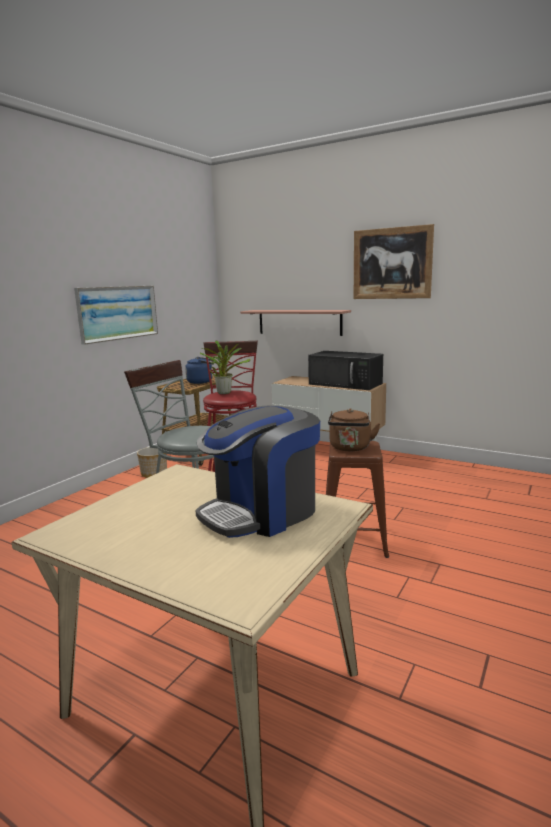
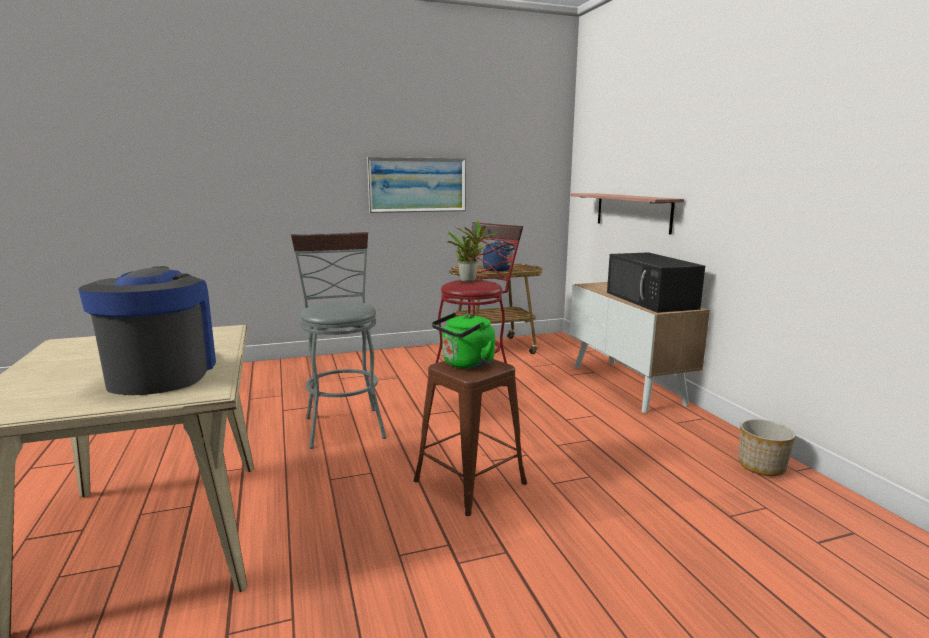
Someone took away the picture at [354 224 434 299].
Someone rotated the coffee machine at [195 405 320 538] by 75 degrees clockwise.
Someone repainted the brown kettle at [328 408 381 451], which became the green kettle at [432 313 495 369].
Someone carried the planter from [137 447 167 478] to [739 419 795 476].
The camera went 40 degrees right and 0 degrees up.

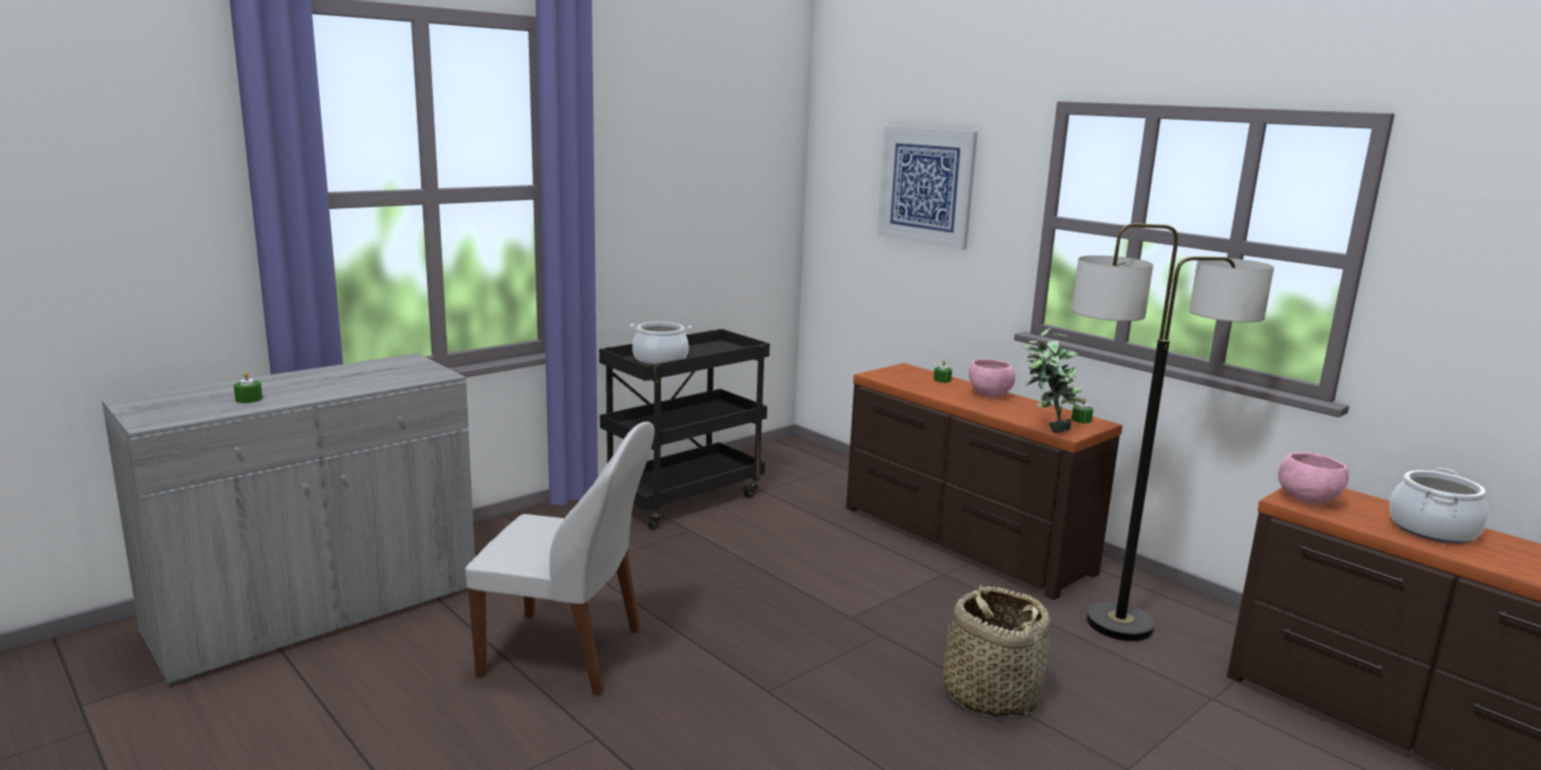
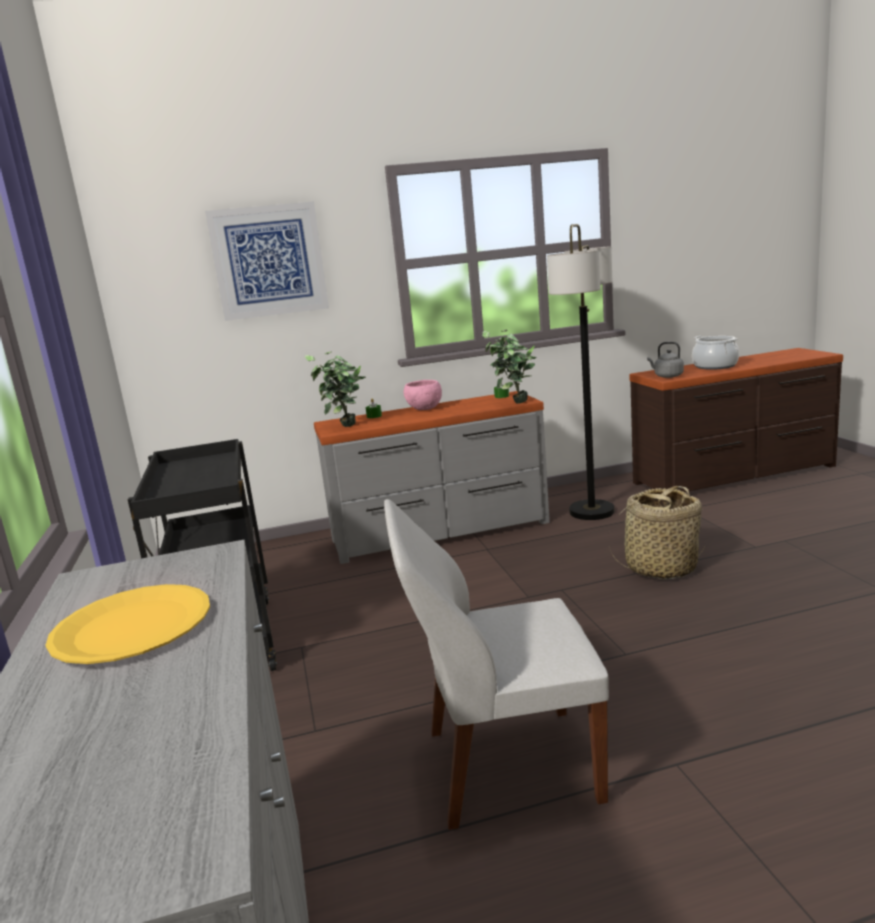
Someone took away the cooking pot at [630 322 692 365].
Someone repainted the brown dresser at [846 363 1122 600], which became the grey dresser at [314 391 550 564].
Someone took away the green candle at [234 372 263 403].
Someone rotated the white chair at [465 422 655 695] by 135 degrees counterclockwise.
Someone swapped the pink bowl at [1278 452 1349 504] for the grey kettle at [647 342 684 378].
Someone put down the potted plant at [305 351 366 427].
Someone put down the yellow plate at [45 584 210 664].
The camera went 60 degrees left and 0 degrees up.

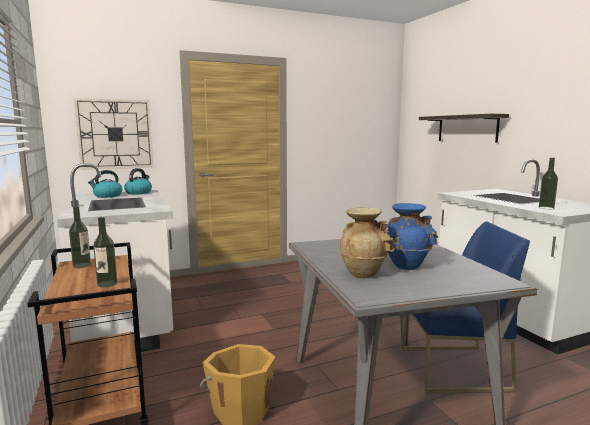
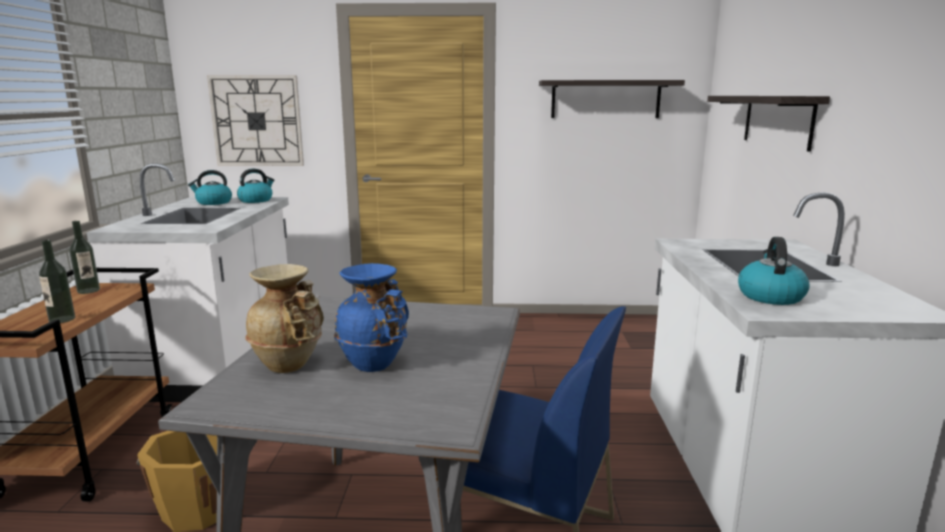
Someone swapped the bottle at [539 158 558 209] for the kettle at [738 237 810 305].
Someone put up the shelf at [539 80 685 118].
The camera went 25 degrees right and 5 degrees up.

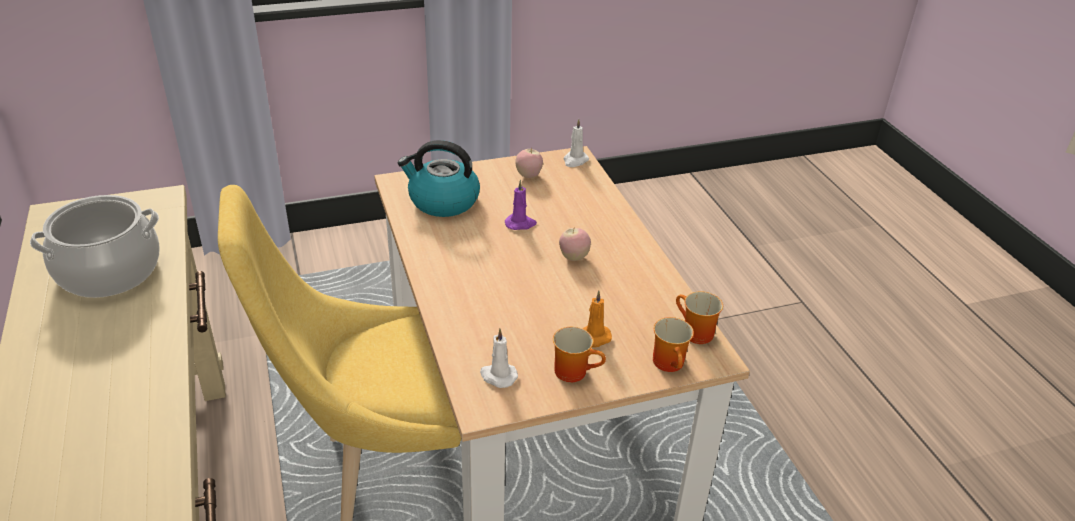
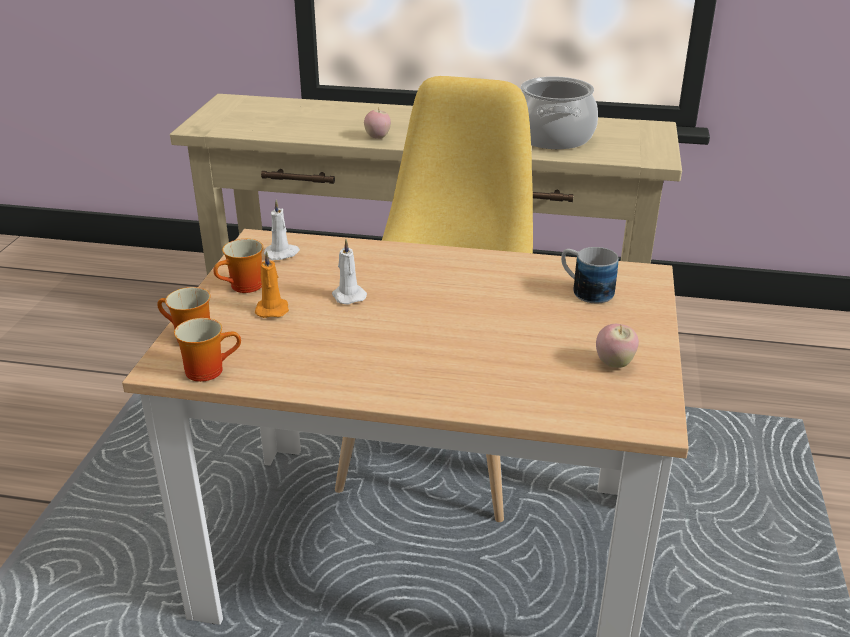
Someone carried the white candle from [564 119 589 167] to [332 239 367 304].
Someone swapped the kettle at [398 140 480 217] for the mug at [561 247 618 303].
Someone took away the purple candle at [505 180 537 230].
Someone carried the apple from [559 228 591 261] to [364 107 391 139].
The camera went 120 degrees right and 5 degrees down.

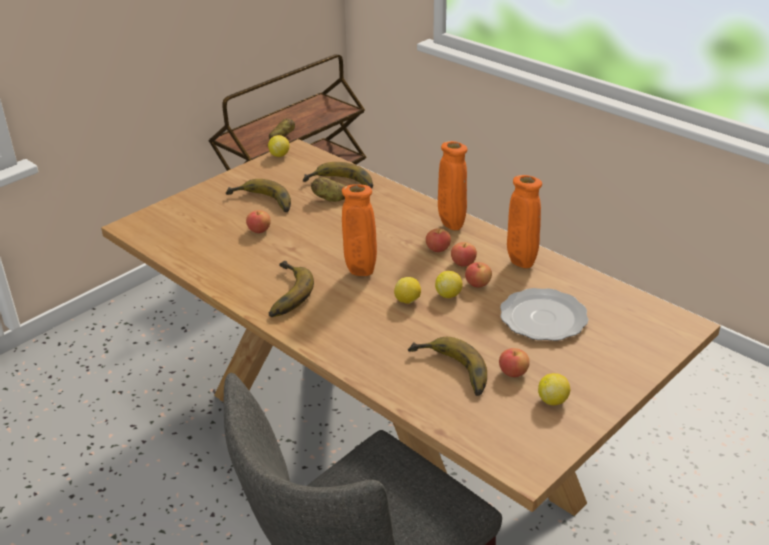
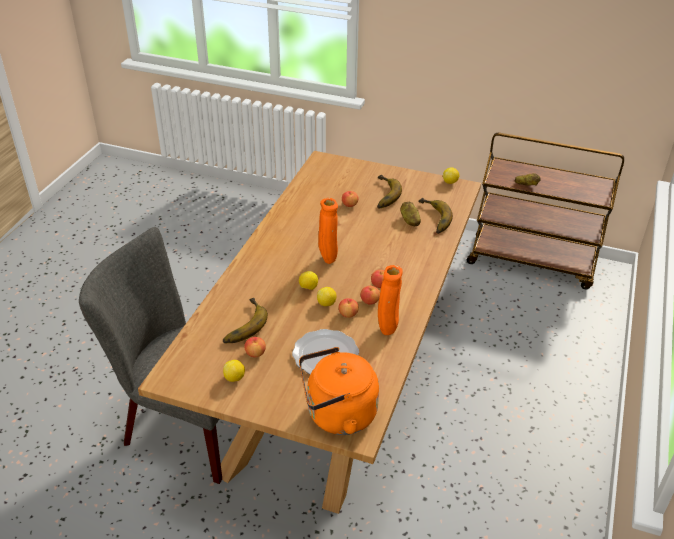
Someone took away the orange vase at [438 141 467 230].
Someone took away the banana at [269 261 314 317].
Someone put down the orange kettle at [299 347 379 435].
The camera went 65 degrees right and 5 degrees up.

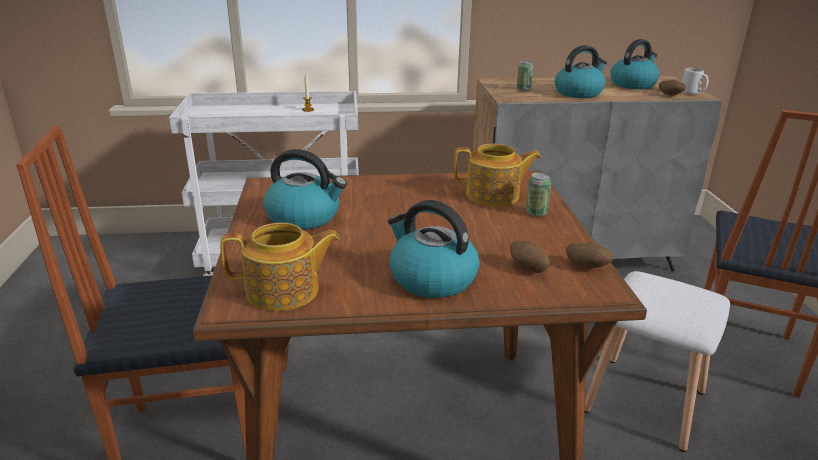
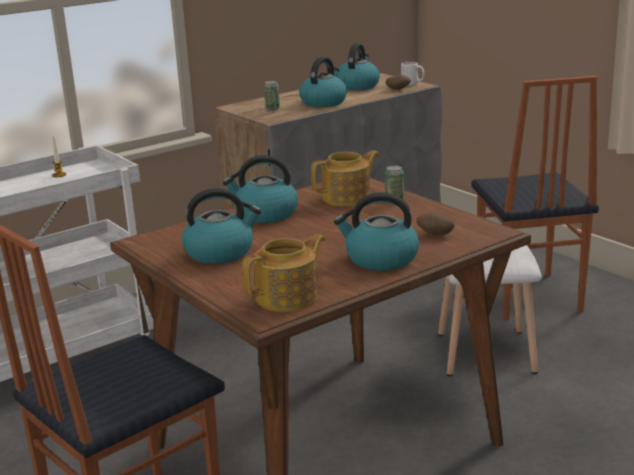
Someone took away the potato at [566 243 614 268].
Someone put down the kettle at [223 155 298 223].
The camera went 30 degrees left and 5 degrees down.

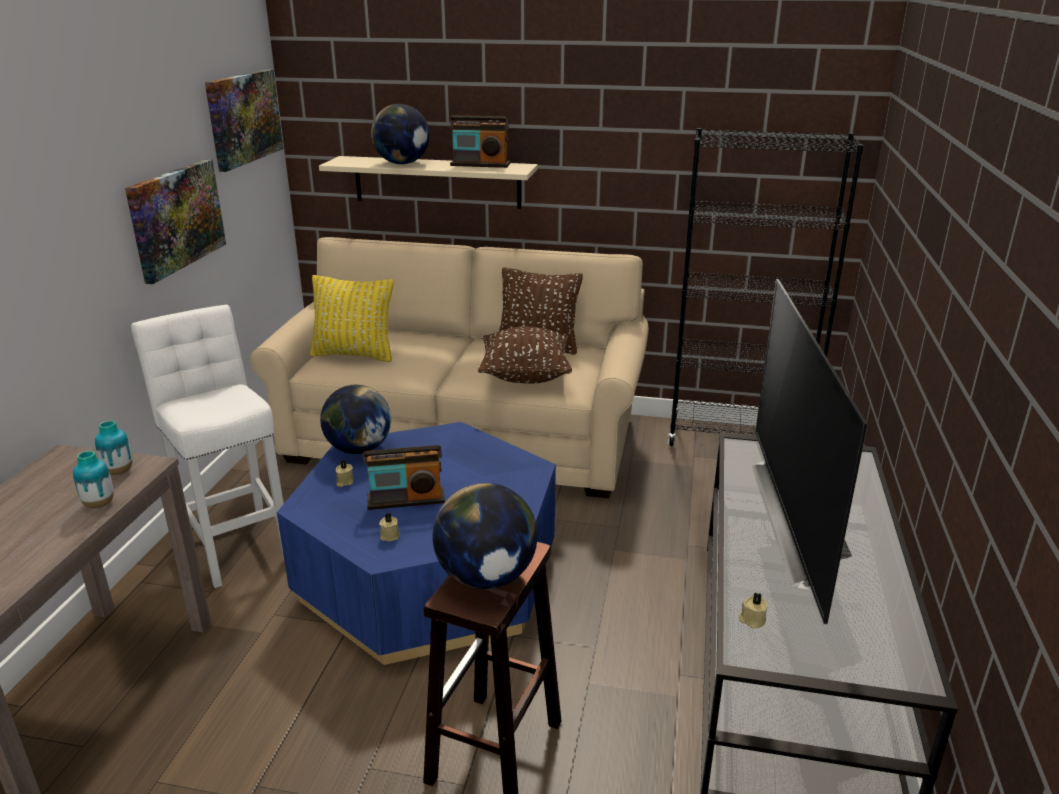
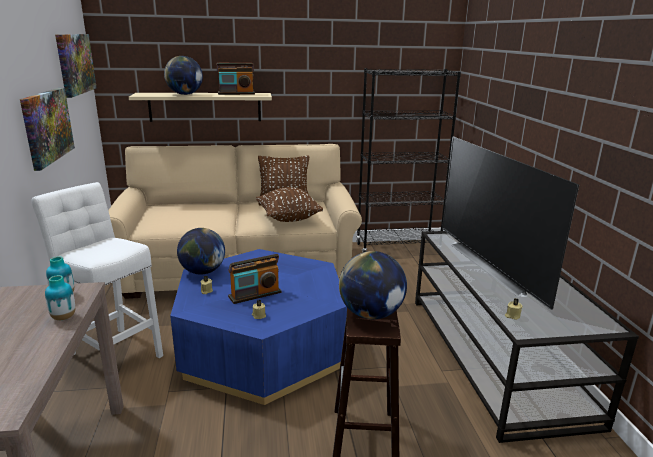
Someone took away the yellow pillow at [310 275 393 362].
The camera went 20 degrees left and 5 degrees down.

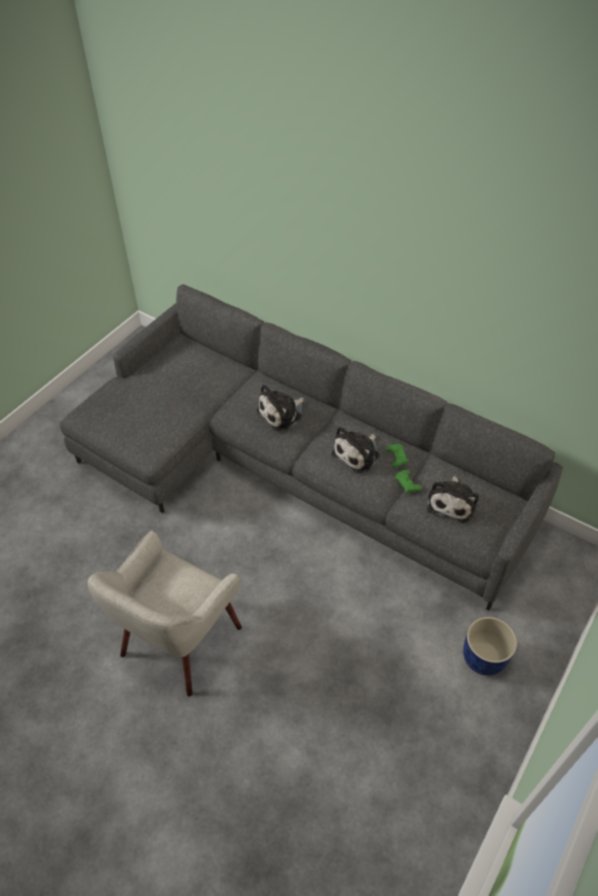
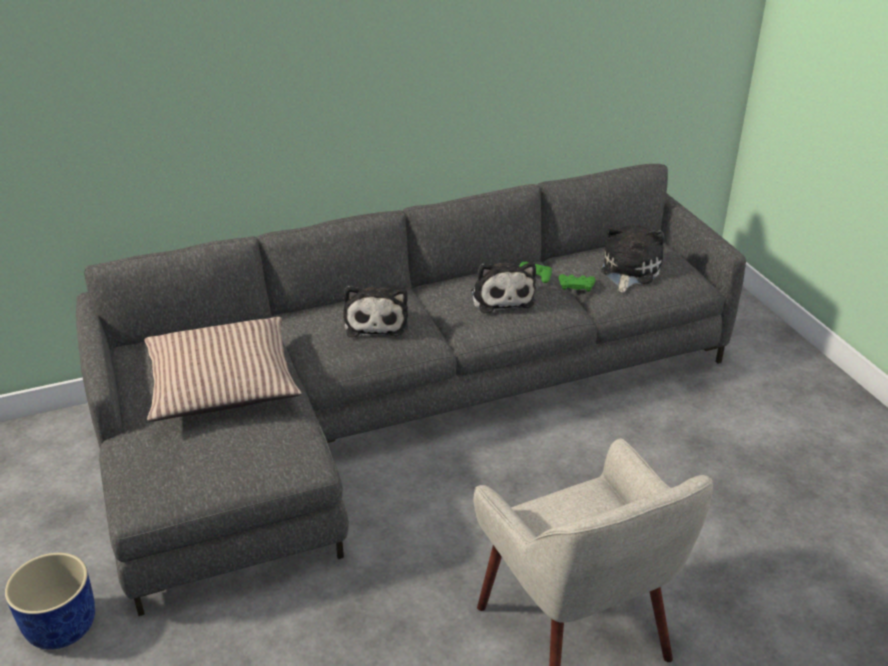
Someone rotated the plush toy at [427 476 479 523] by 120 degrees counterclockwise.
Someone carried the blue planter from [463 617 517 676] to [5 552 95 650].
Someone put down the pillow at [144 317 302 422].
The camera went 55 degrees left and 15 degrees down.

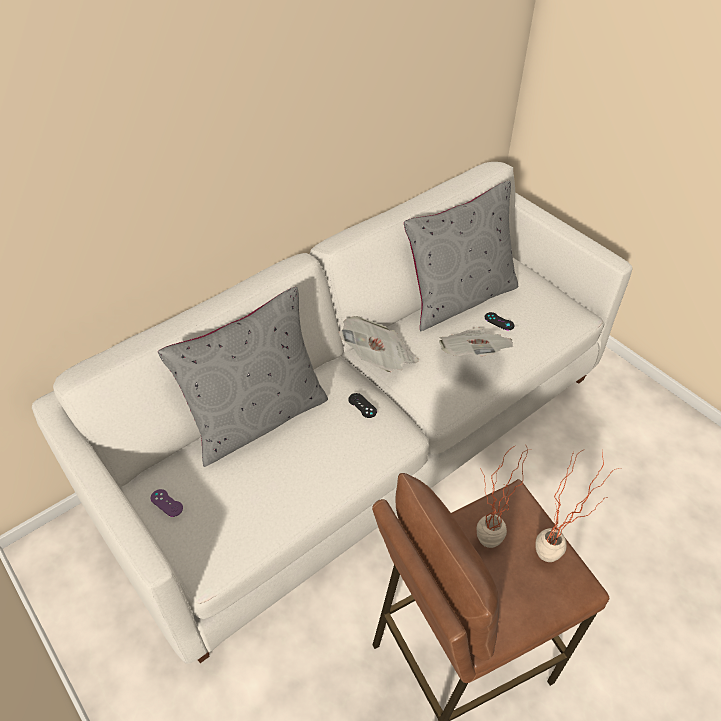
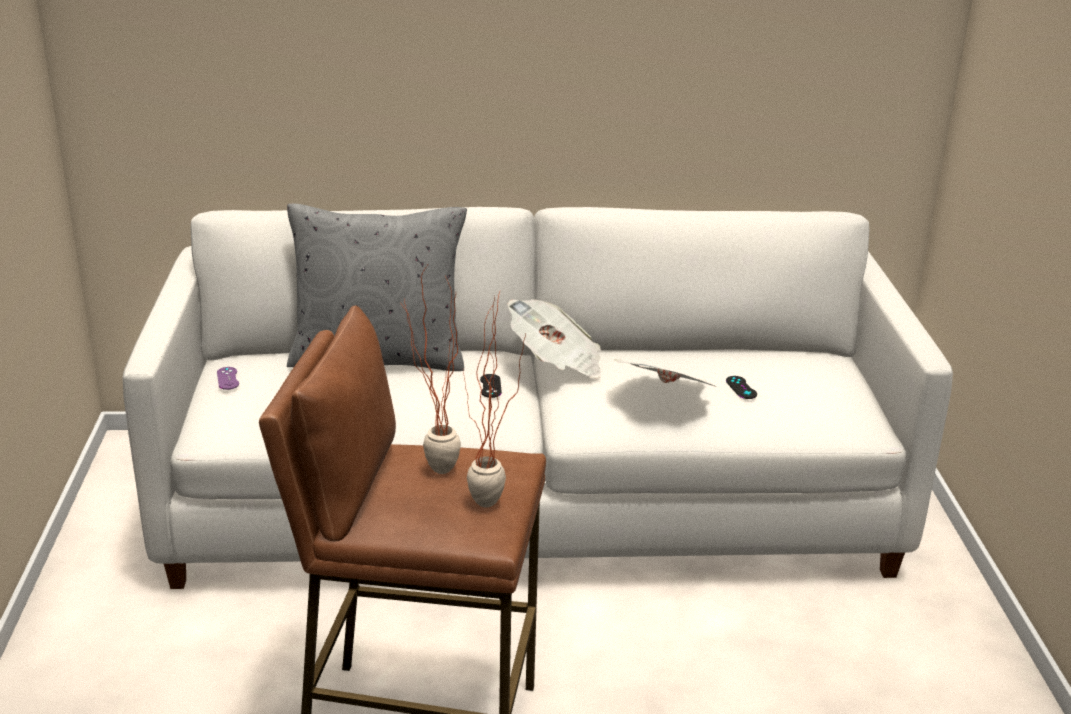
Someone took away the grey pillow at [404 181 518 331].
The camera went 35 degrees right and 20 degrees down.

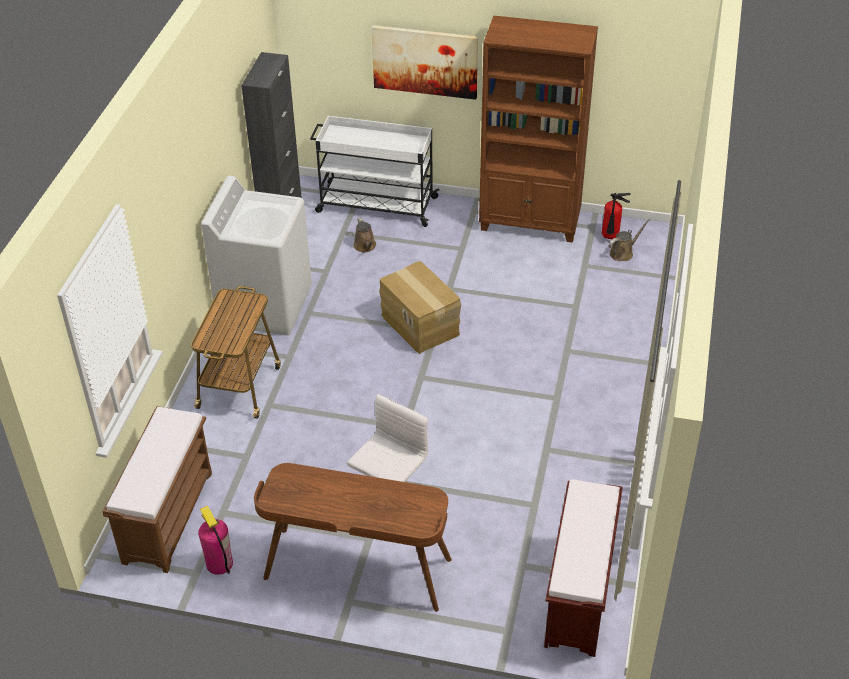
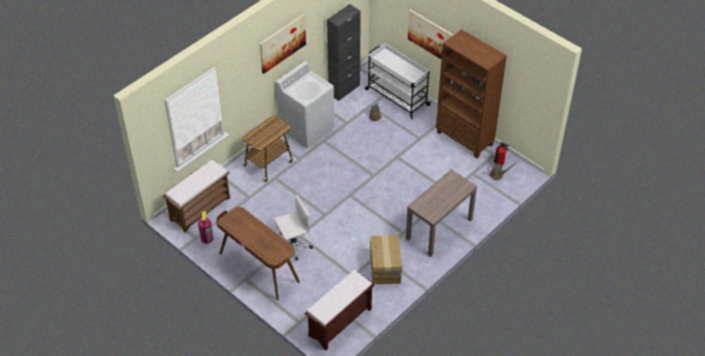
Someone carried the cardboard box from [379 261 461 354] to [370 235 402 285].
Someone put up the picture at [260 14 306 74].
Someone put down the brown console table at [406 169 477 257].
The camera went 30 degrees right and 5 degrees up.

